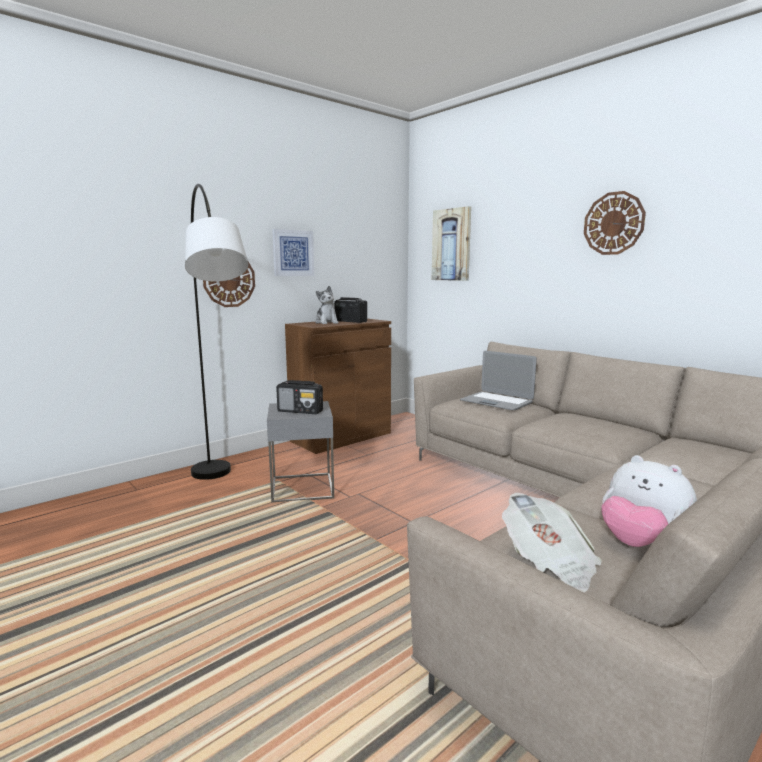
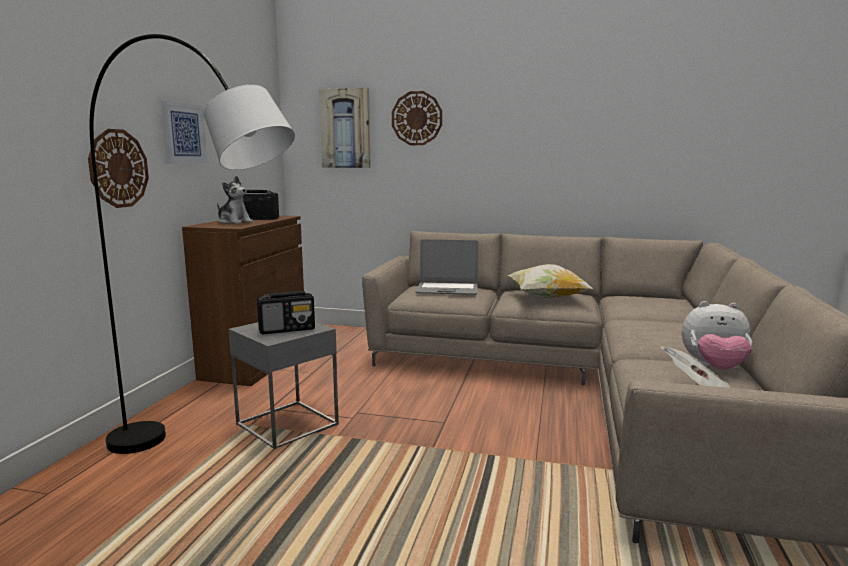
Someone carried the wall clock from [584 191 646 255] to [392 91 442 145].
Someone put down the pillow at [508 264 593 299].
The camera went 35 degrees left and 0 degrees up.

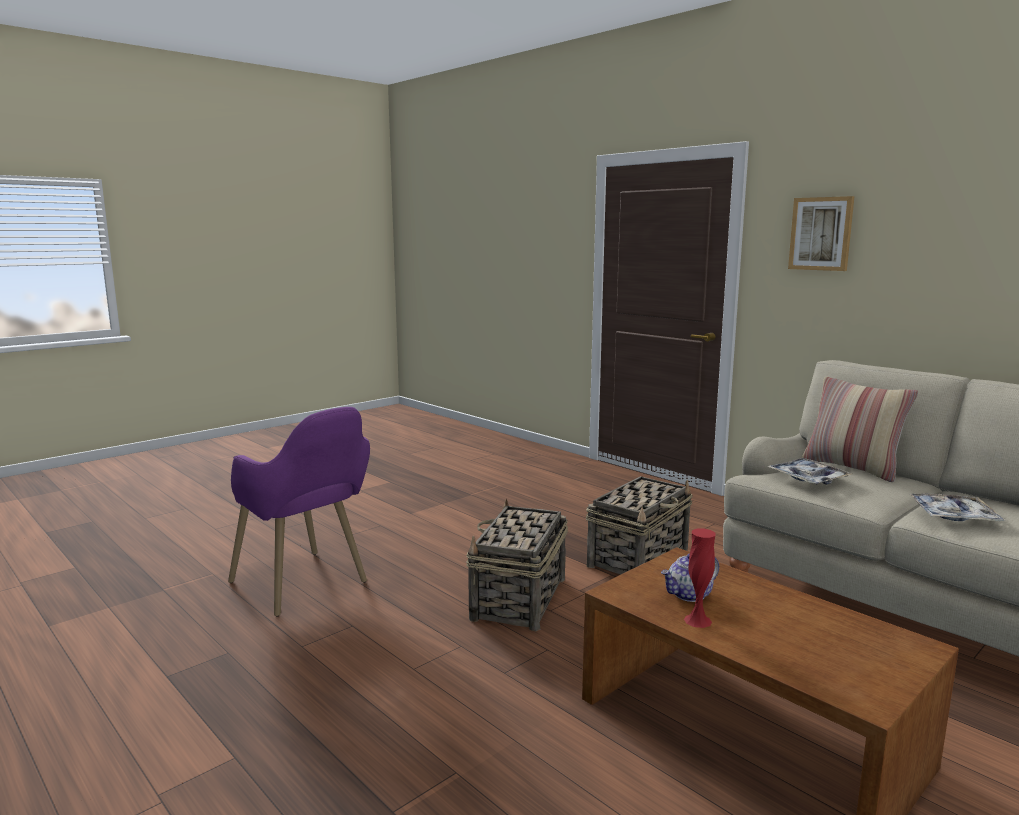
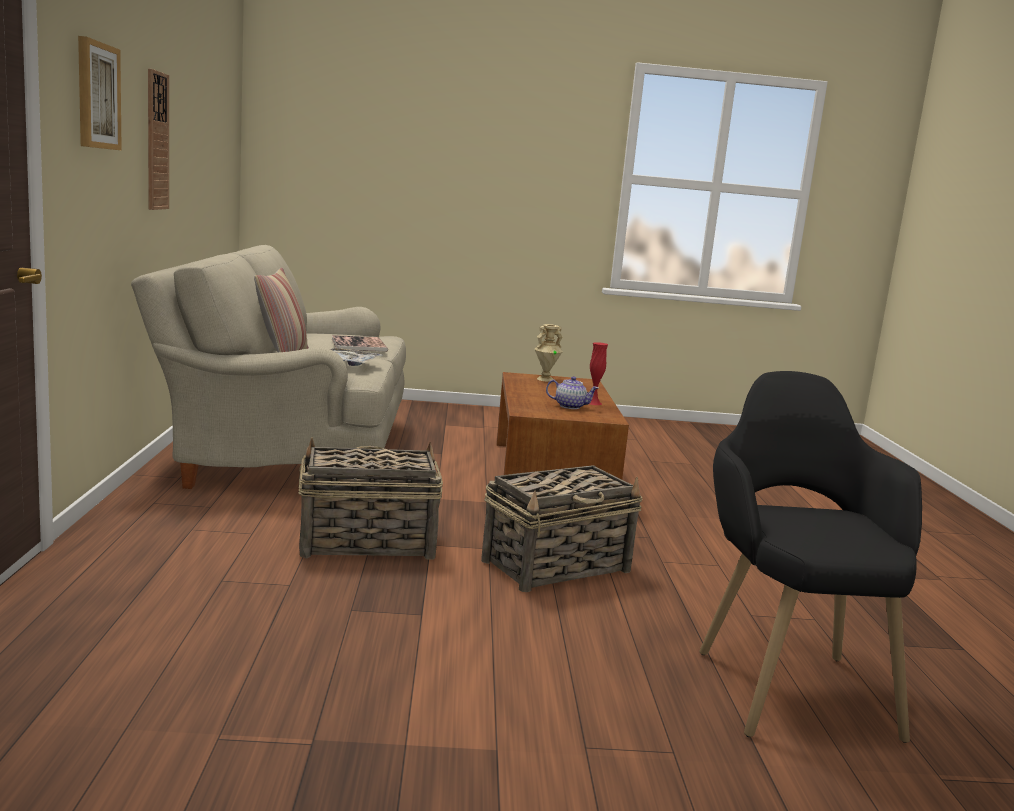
Someone repainted the purple armchair at [228 407 370 617], which became the black armchair at [699 371 922 743].
Someone swapped the tray at [910 494 1005 521] for the book at [332 335 388 352].
Someone put up the wall clock at [148 69 169 210].
Someone put down the beige vase at [535 324 563 382].
The camera went 140 degrees left and 0 degrees up.

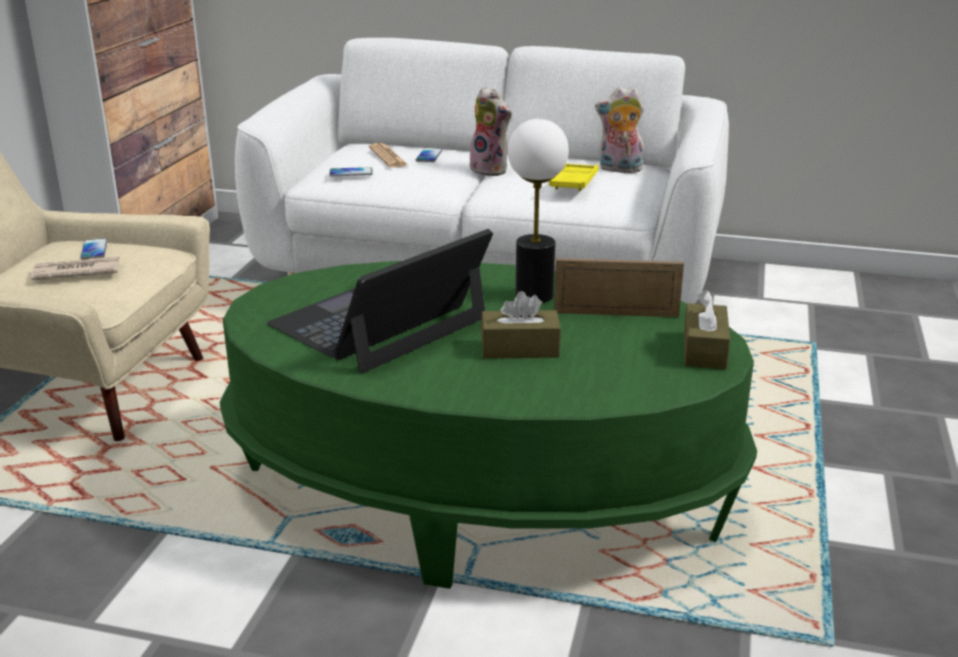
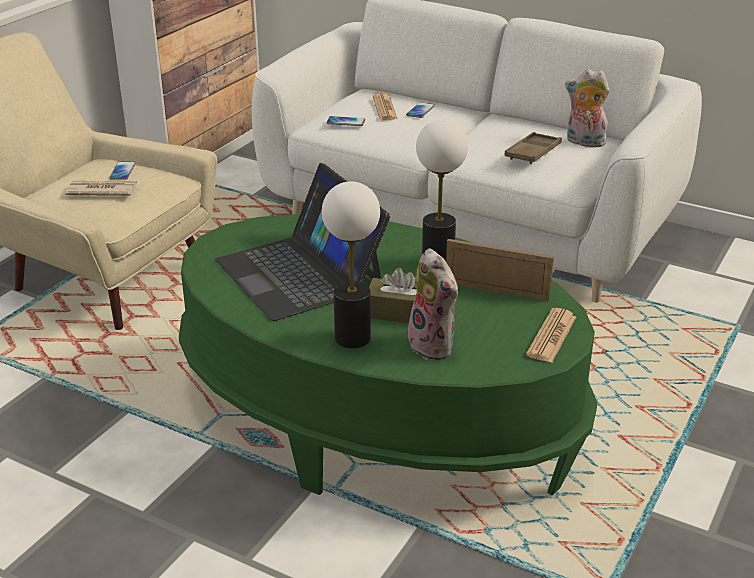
Someone carried the plush toy from [468 86 512 176] to [408 248 458 360].
Someone repainted the yellow tray at [549 163 599 191], which became the brown tray at [504 132 562 164].
Someone rotated the laptop at [267 229 493 373] by 90 degrees counterclockwise.
Someone swapped the brown tissue box at [684 290 730 369] for the newspaper at [526 308 576 362].
Someone put down the table lamp at [322 181 380 348].
The camera went 15 degrees right and 5 degrees up.

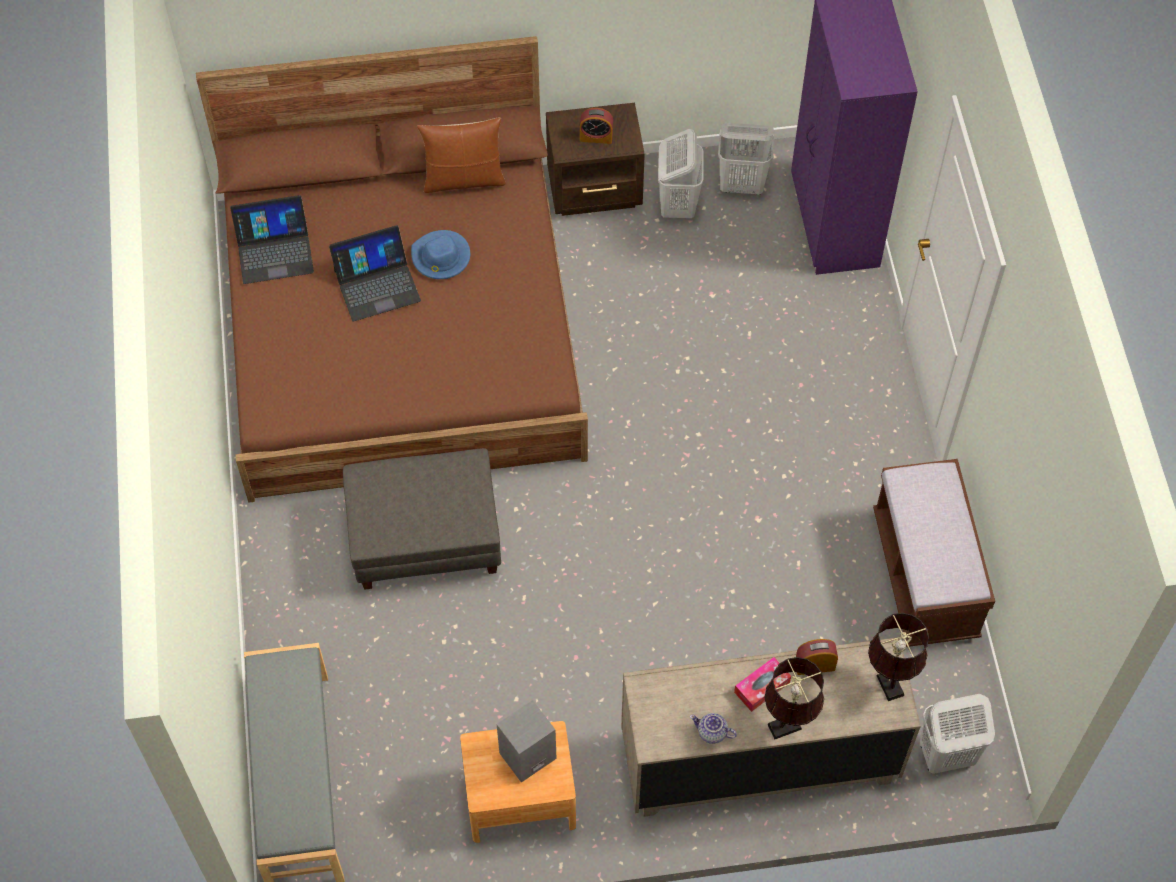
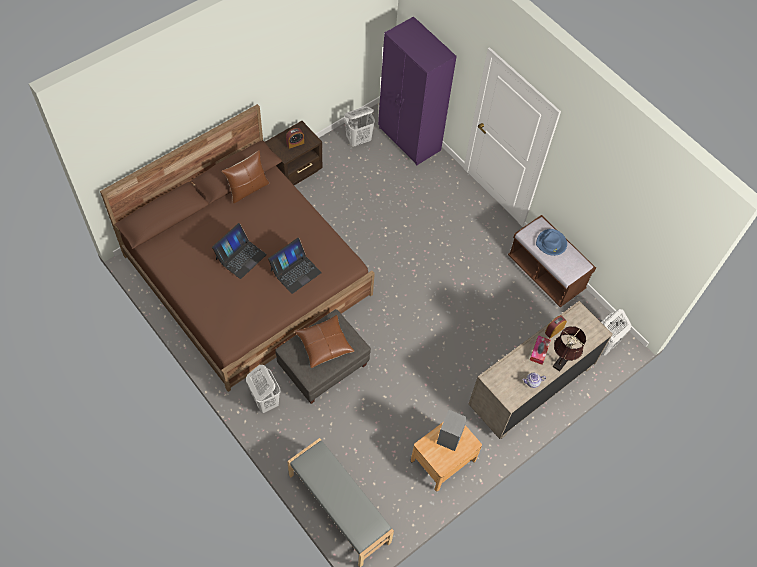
Someone carried the white laundry basket from [658 129 704 218] to [246 365 280 413].
Someone carried the laptop from [230 195 314 284] to [268 238 322 294].
Someone carried the blue hat from [411 230 470 279] to [536 229 567 256].
Someone took away the brown table lamp at [868 613 929 701].
Someone put down the brown pillow at [294 315 354 368].
The camera went 35 degrees left and 0 degrees up.

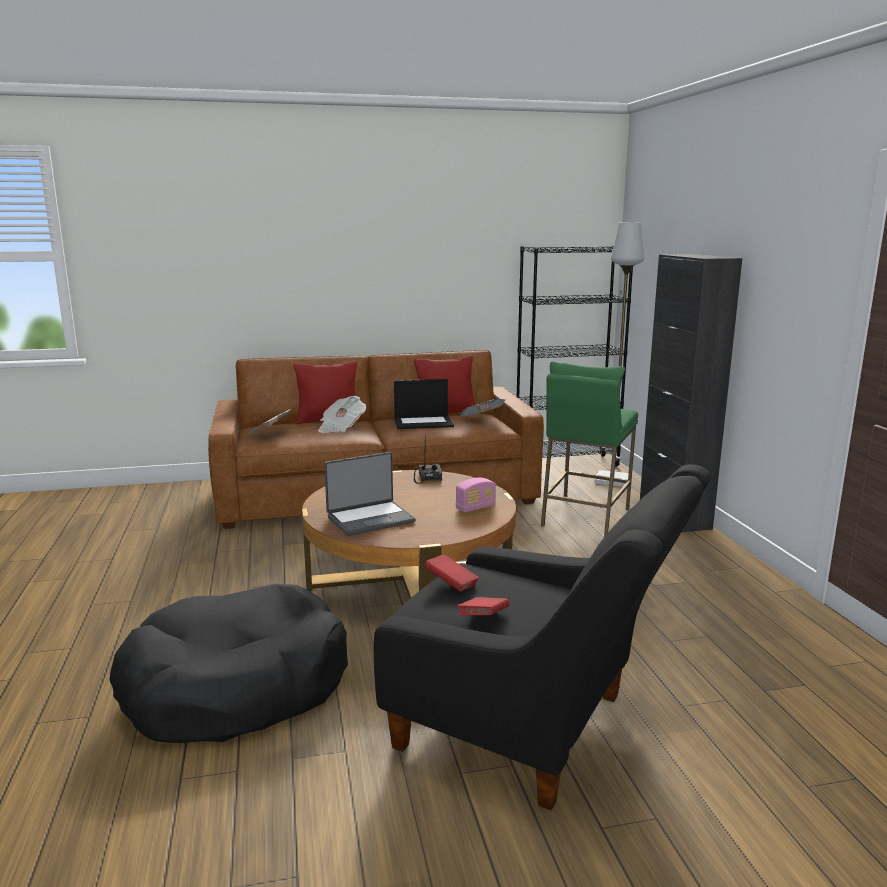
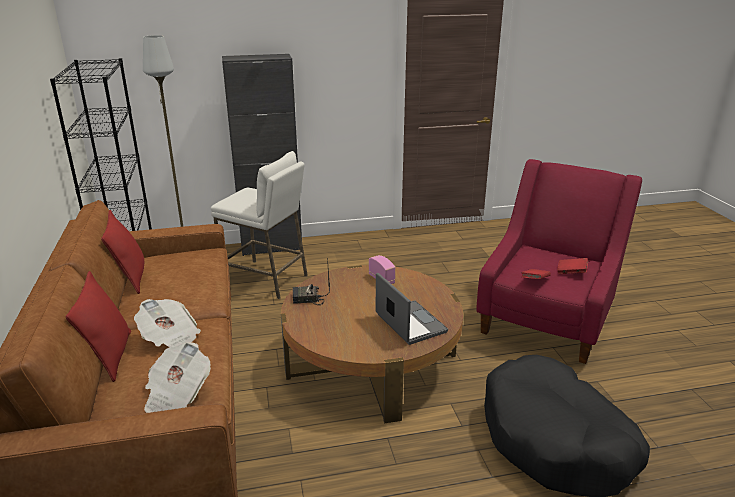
Someone repainted the green stool at [541 362 638 537], which became the white stool at [211 151 308 299].
Someone took away the laptop at [394 379 454 429].
Someone took away the newspaper at [459 398 505 416].
Someone repainted the black armchair at [374 464 711 810], which became the red armchair at [476 159 642 364].
The camera went 90 degrees left and 10 degrees up.

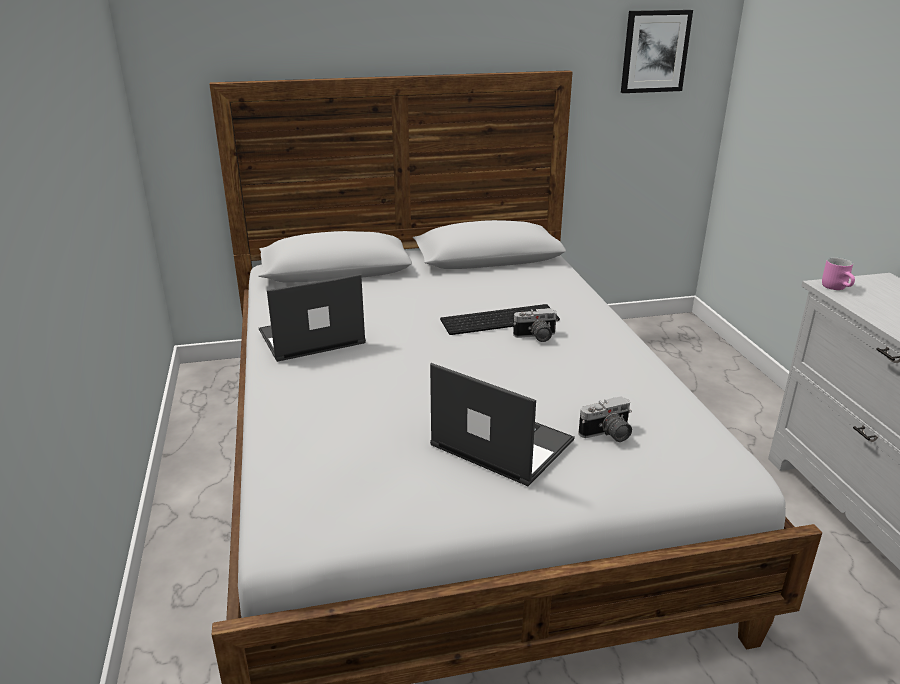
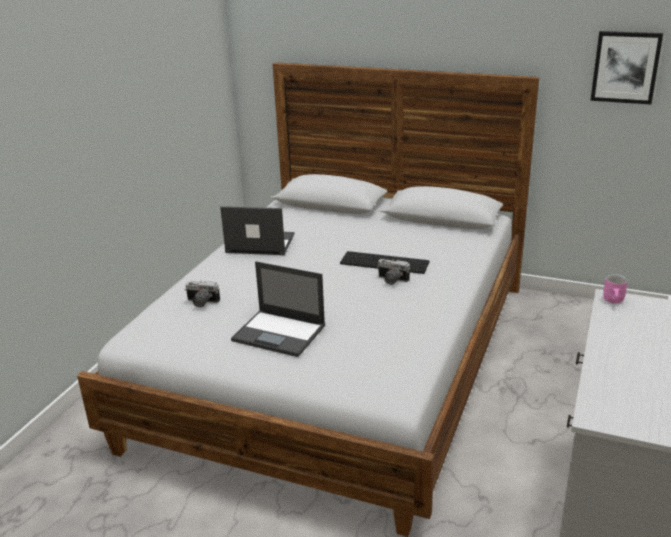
Someone rotated the laptop at [430 363 575 486] by 135 degrees clockwise.
Someone carried the photo camera from [578 396 632 442] to [185 281 220 308].
The camera went 35 degrees right and 0 degrees up.

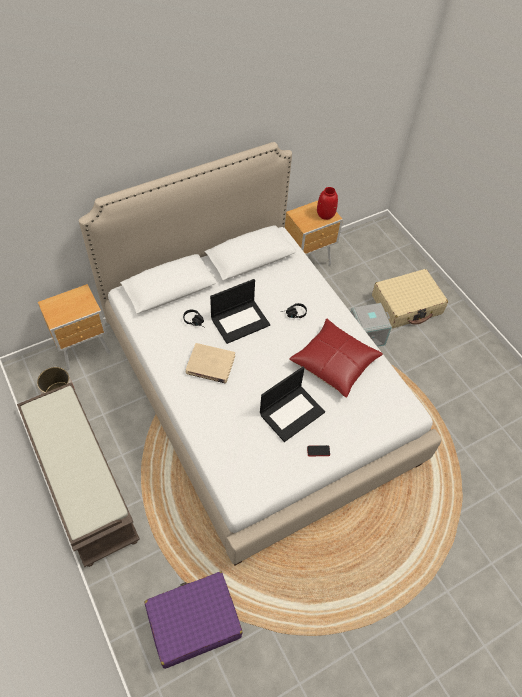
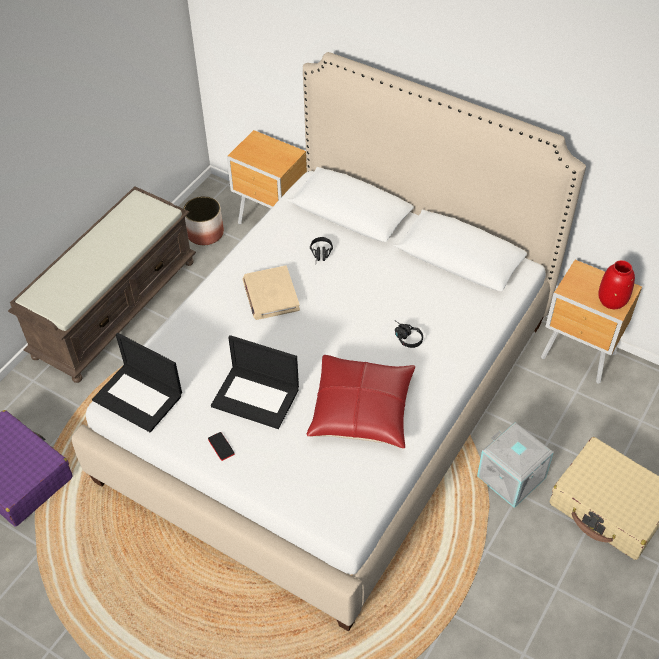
Someone carried the laptop from [210 279 270 344] to [92 333 182 432].
The camera went 65 degrees right and 5 degrees down.

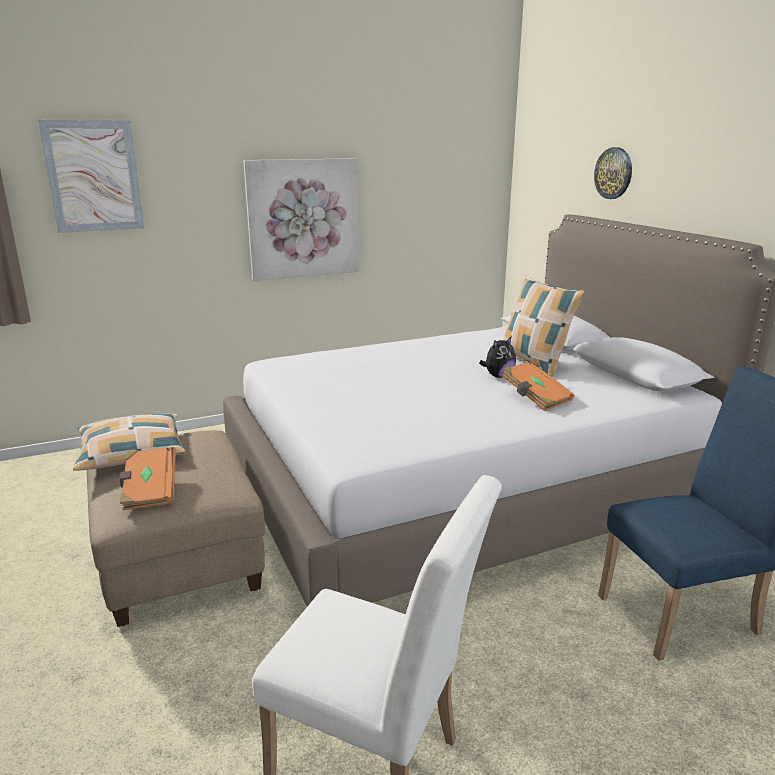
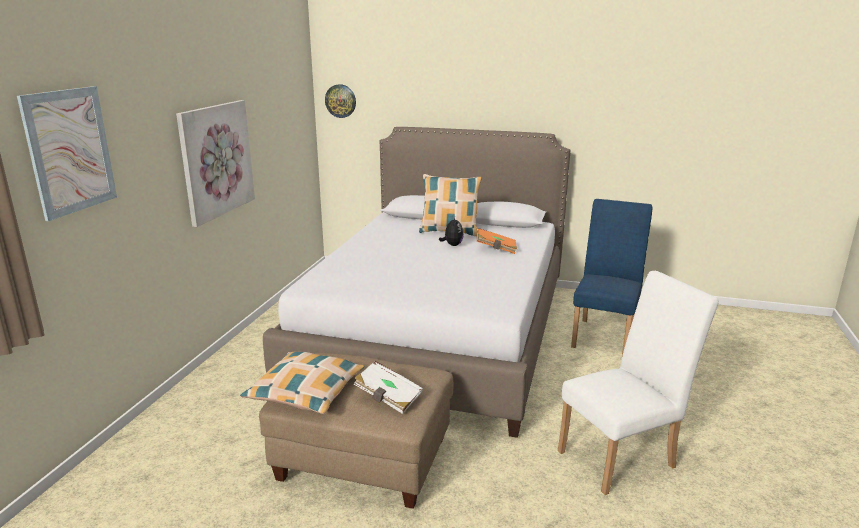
Someone carried the wall clock from [594 147 632 199] to [325 84 356 118].
Someone repainted the orange book at [120 447 176 510], which became the white book at [354 361 423 414].
The camera went 50 degrees left and 0 degrees up.

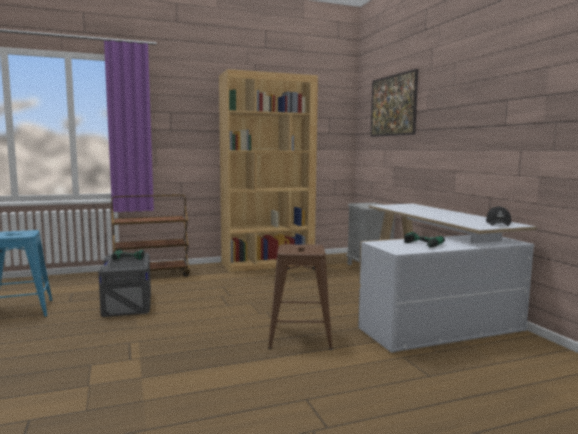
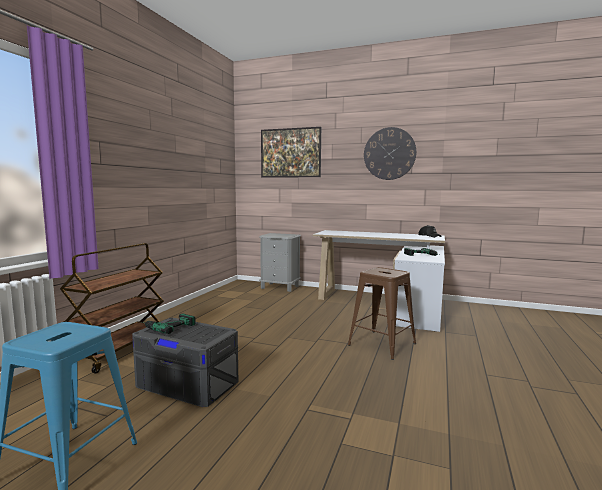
Someone took away the brown bookcase at [219 69 318 272].
Someone put up the wall clock at [364 127 416 180].
The camera went 50 degrees left and 0 degrees up.

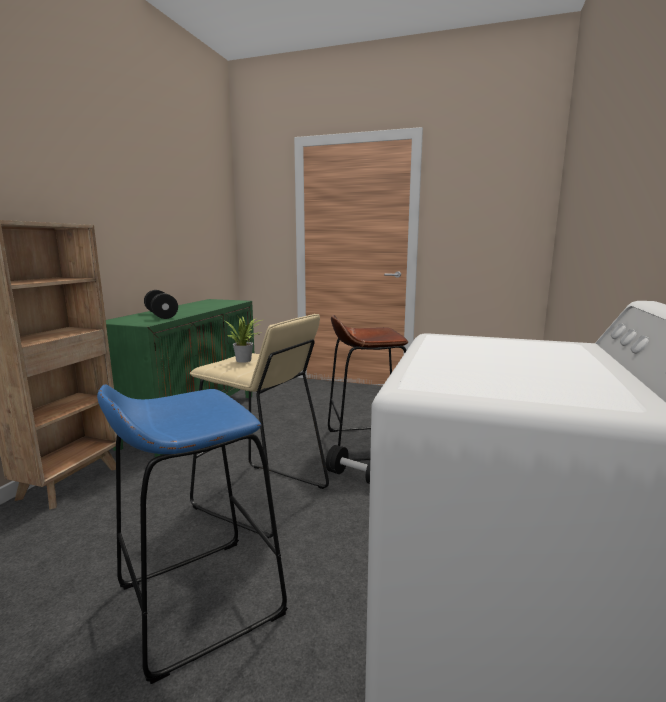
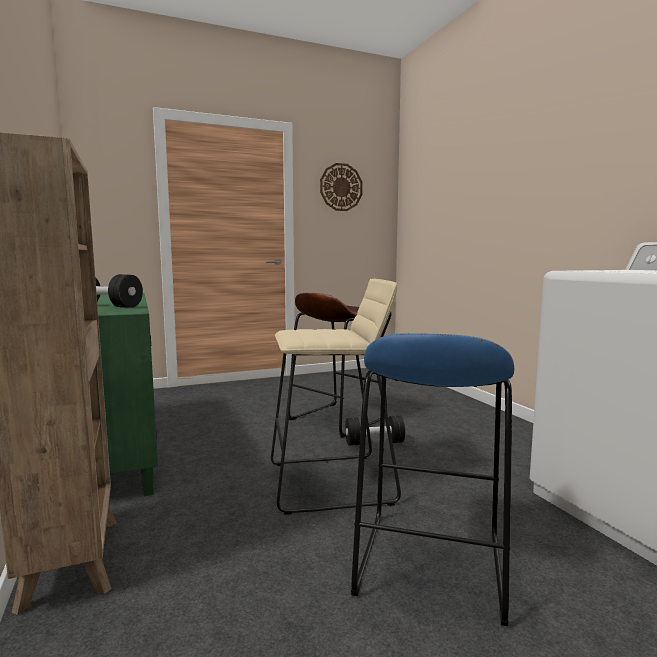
Someone took away the potted plant at [225 316 261 363].
Someone put up the wall clock at [320 163 363 211].
The camera went 40 degrees left and 5 degrees down.

